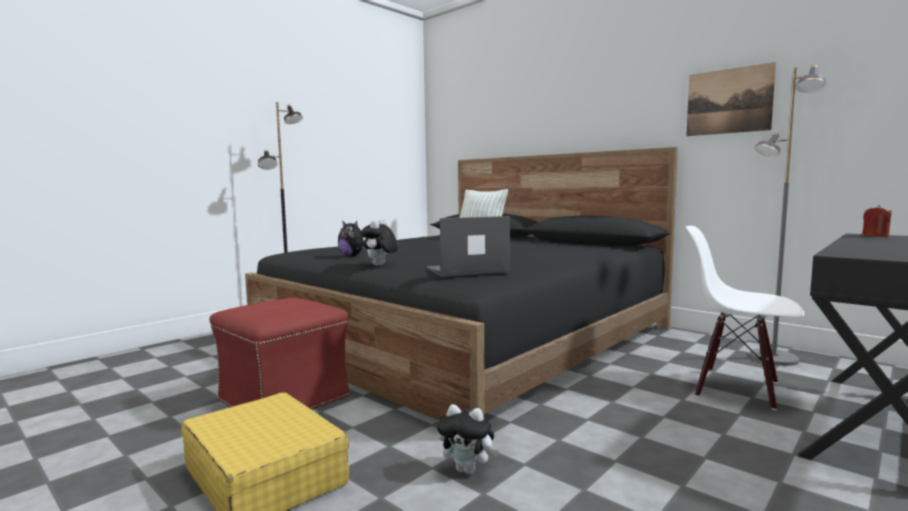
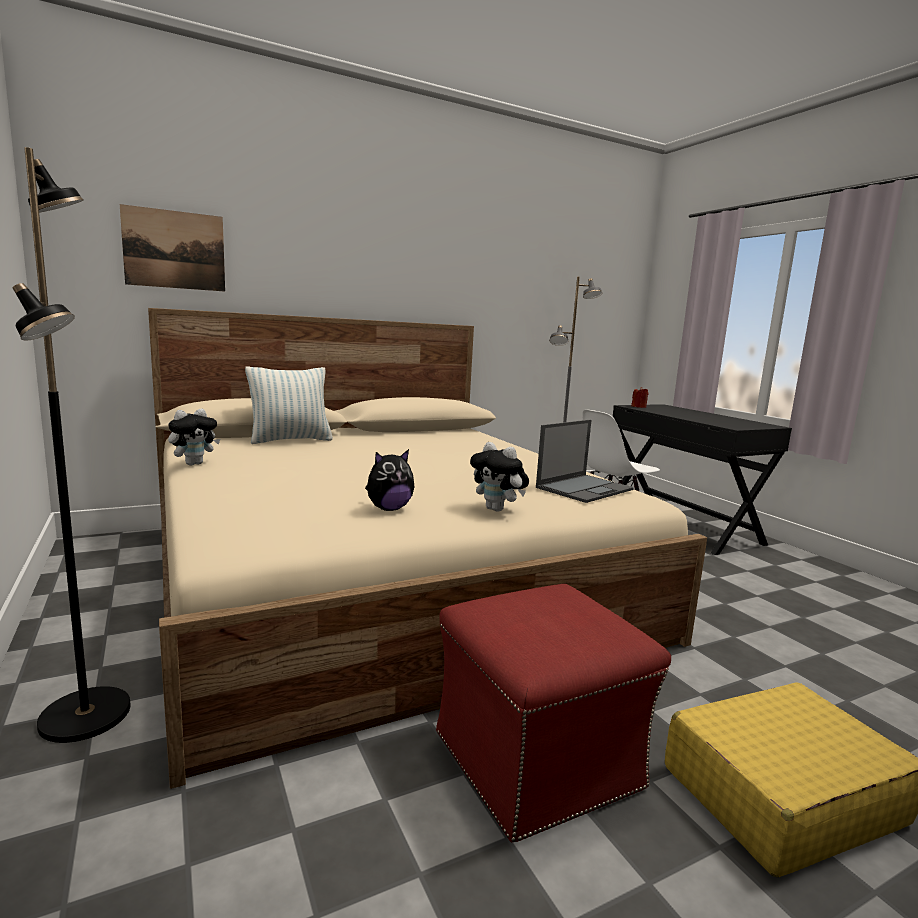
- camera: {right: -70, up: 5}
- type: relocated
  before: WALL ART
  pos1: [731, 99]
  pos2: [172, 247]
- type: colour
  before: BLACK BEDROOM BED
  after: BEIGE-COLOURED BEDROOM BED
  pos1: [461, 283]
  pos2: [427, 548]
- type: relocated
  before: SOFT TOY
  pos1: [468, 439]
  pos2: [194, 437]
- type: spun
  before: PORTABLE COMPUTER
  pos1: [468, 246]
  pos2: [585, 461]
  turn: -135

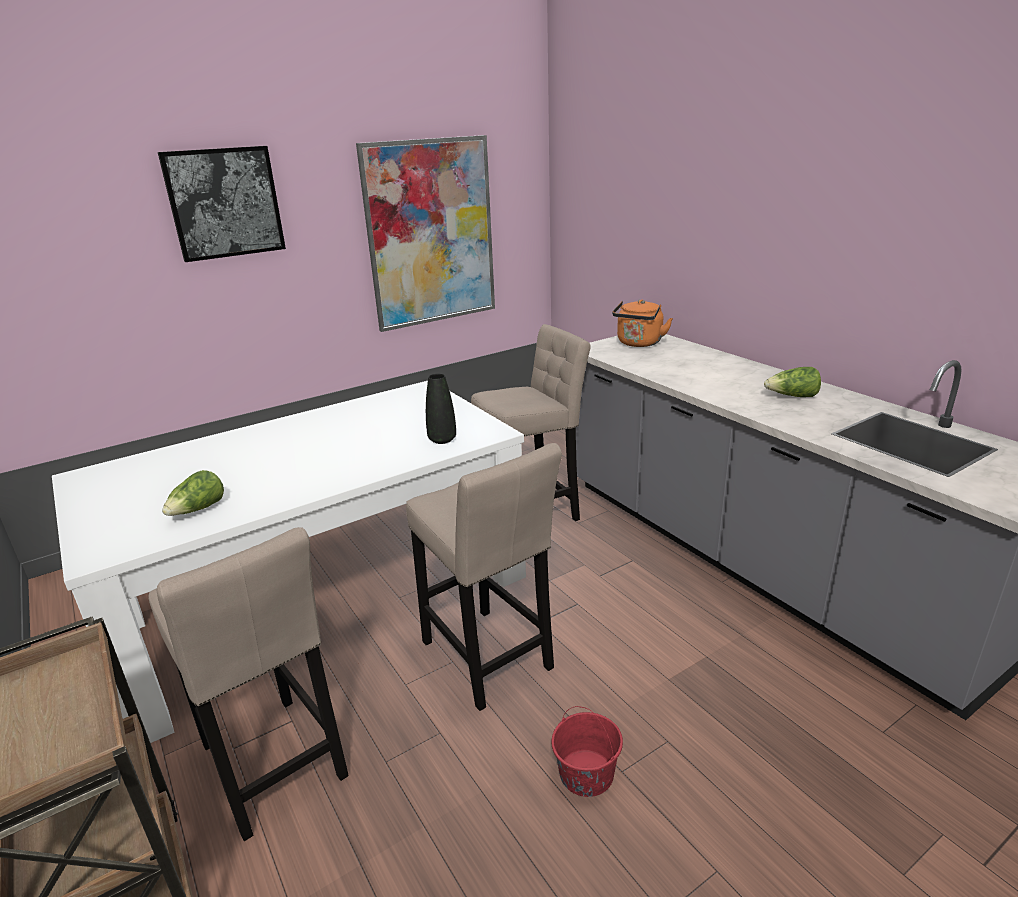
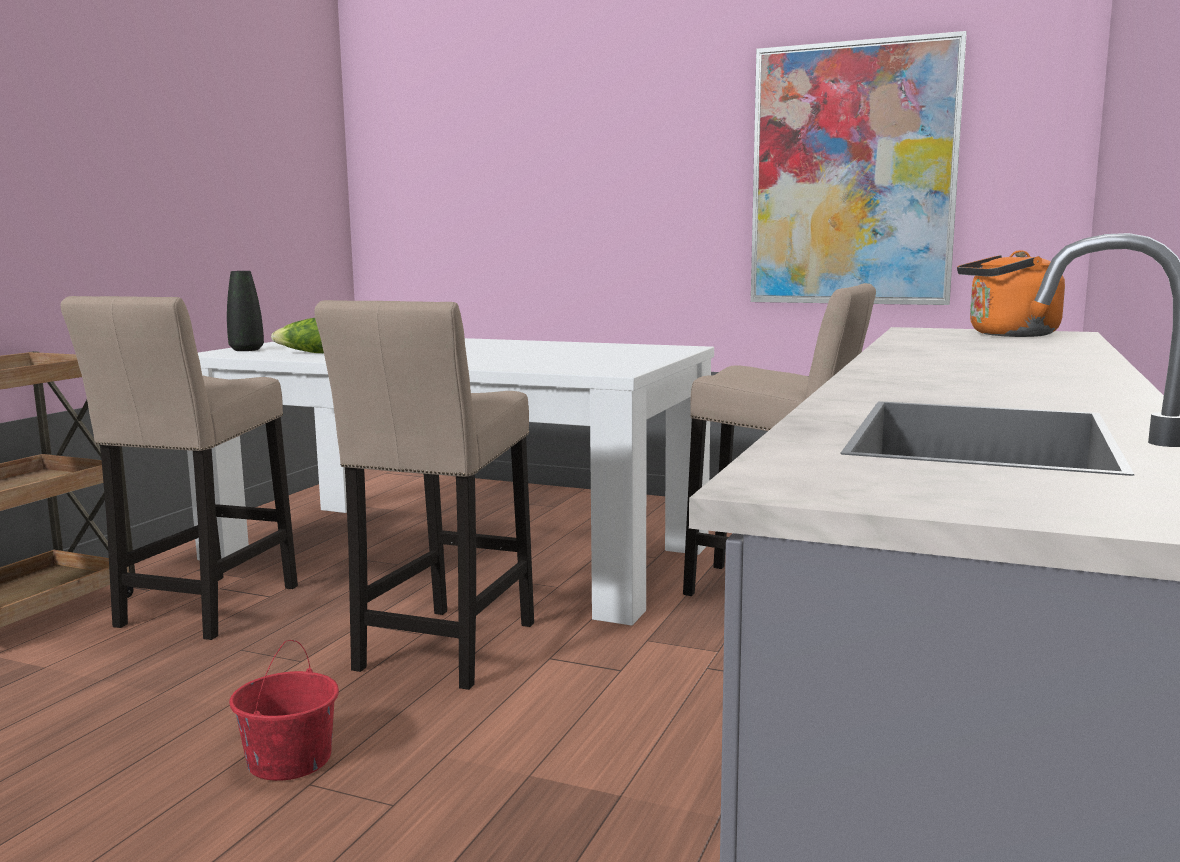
- camera: {right: 55, up: -15}
- type: relocated
  before: BLACK DECORATIVE VASE
  pos1: [441, 409]
  pos2: [245, 311]
- type: missing
  before: WALL ART
  pos1: [222, 204]
- type: missing
  before: LETTUCE HEAD
  pos1: [792, 382]

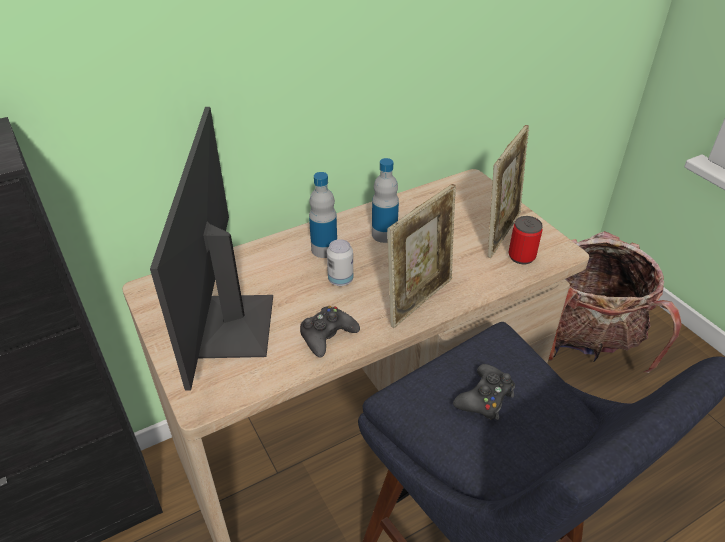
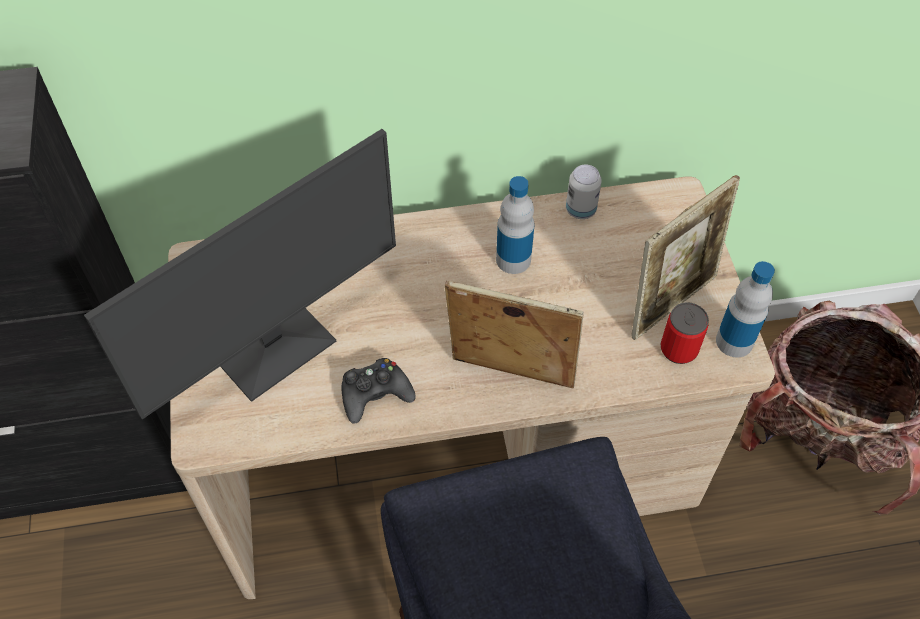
- camera: {right: 20, up: 15}
- type: spun
  before: COMPUTER SCREEN
  pos1: [211, 249]
  pos2: [240, 274]
  turn: -150
- type: spun
  before: STANDING FRAME
  pos1: [421, 256]
  pos2: [514, 334]
  turn: -135
- type: relocated
  before: CAN
  pos1: [340, 262]
  pos2: [584, 191]
- type: relocated
  before: BEVERAGE BOTTLE
  pos1: [323, 215]
  pos2: [745, 309]
- type: missing
  before: BLACK GAMEPAD
  pos1: [484, 392]

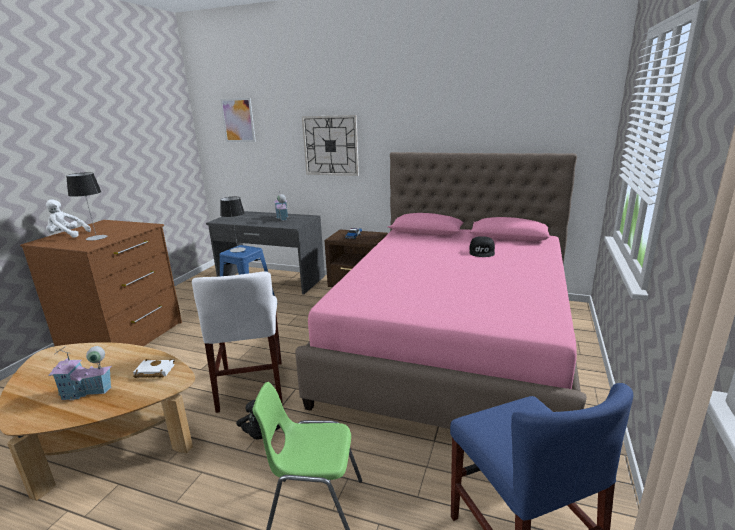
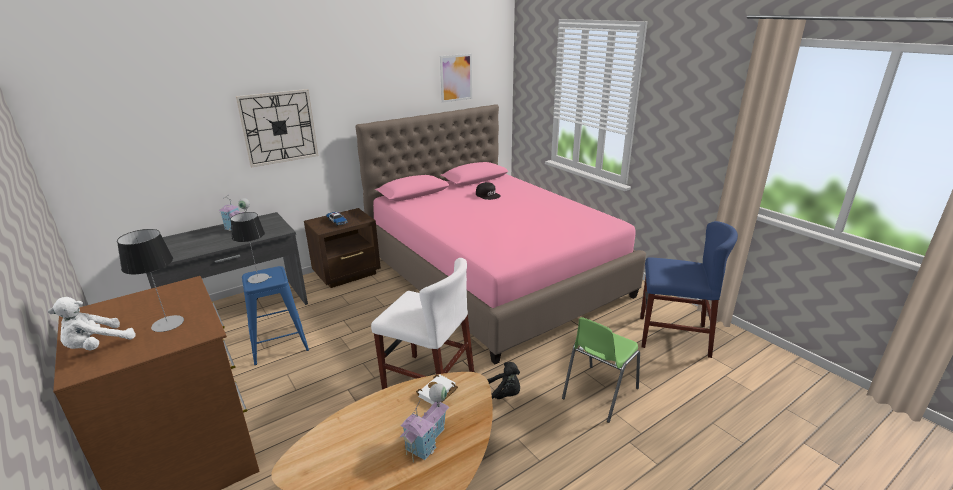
- camera: {right: -55, up: 5}
- type: relocated
  before: WALL ART
  pos1: [238, 120]
  pos2: [456, 78]

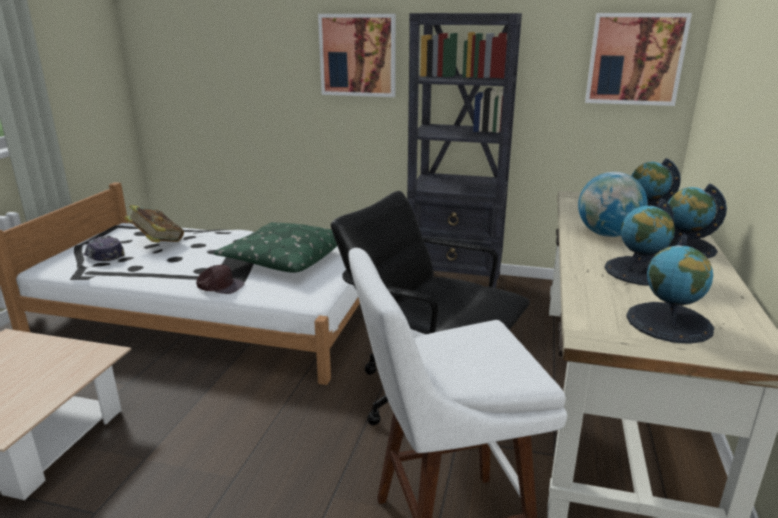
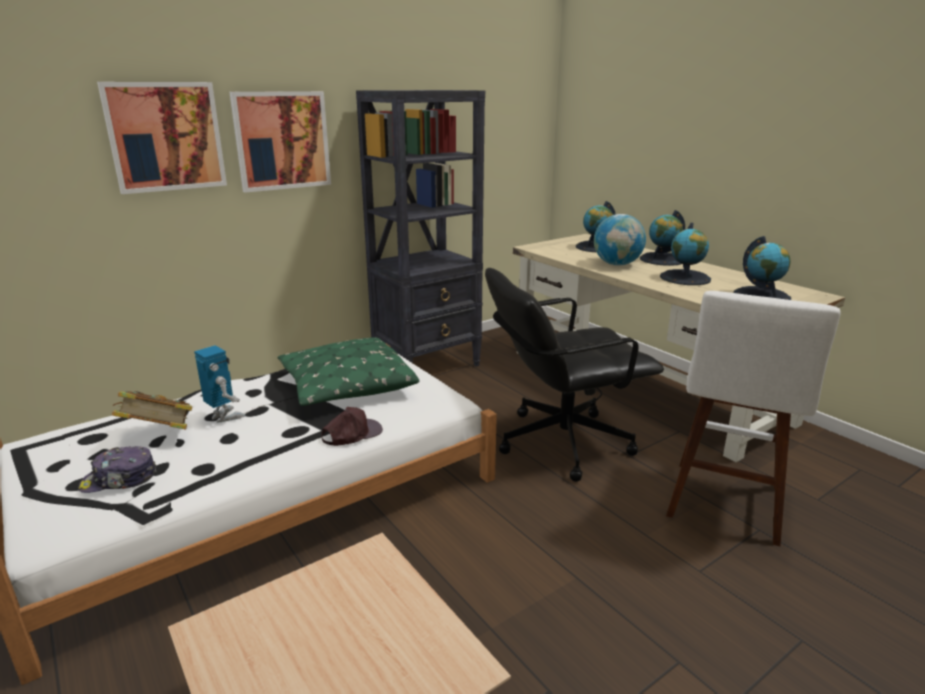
- camera: {right: -50, up: 0}
- type: relocated
  before: WALL ART
  pos1: [638, 59]
  pos2: [162, 138]
- type: appeared
  after: MODEL ROBOT
  pos2: [220, 384]

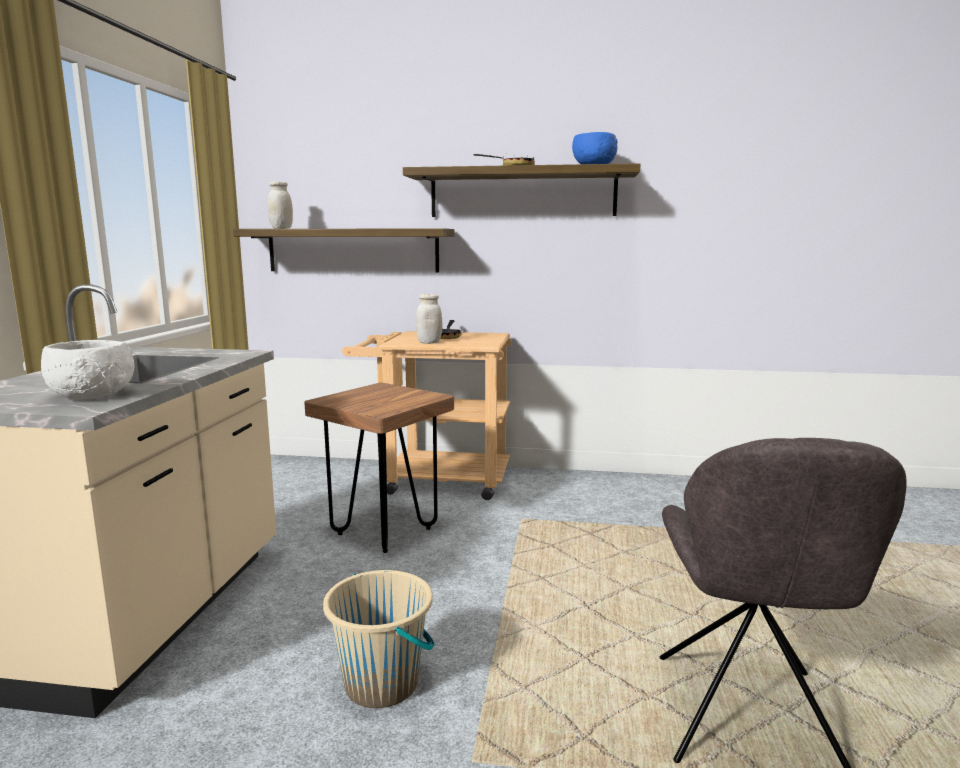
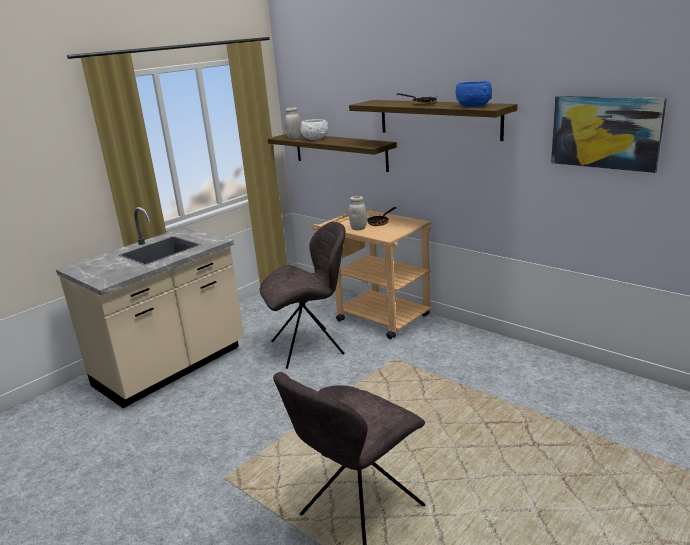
- camera: {right: 35, up: 10}
- type: exchanged
  before: BROWNISH STOOL
  after: GREY CHAIR
  pos1: [379, 468]
  pos2: [303, 295]
- type: relocated
  before: WHITISH DEEP DISH
  pos1: [88, 369]
  pos2: [314, 129]
- type: appeared
  after: WALL ART
  pos2: [609, 134]
- type: missing
  before: BEIGE-COLOURED WATER BUCKET
  pos1: [379, 639]

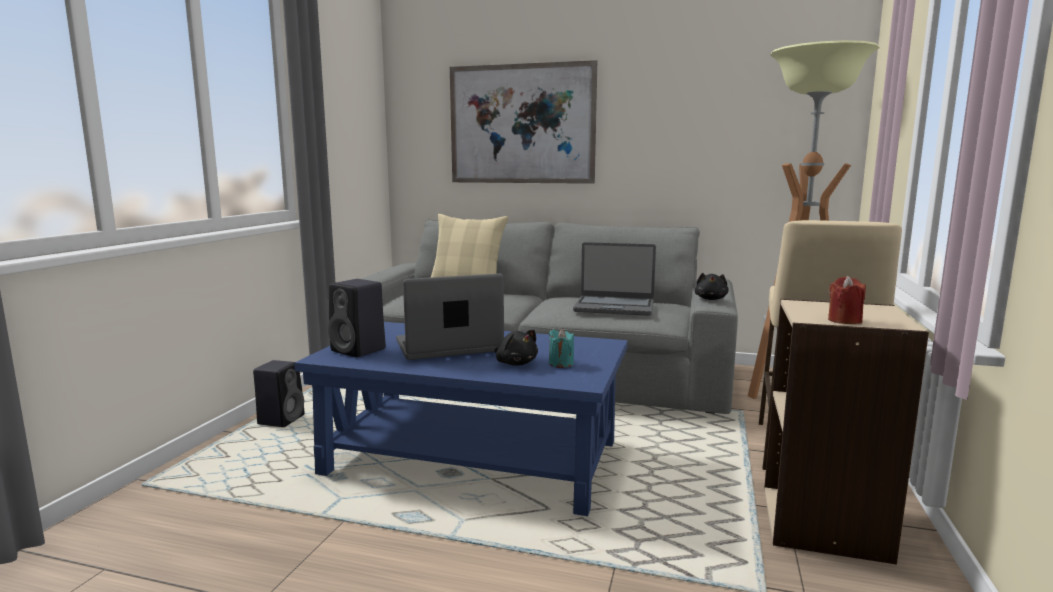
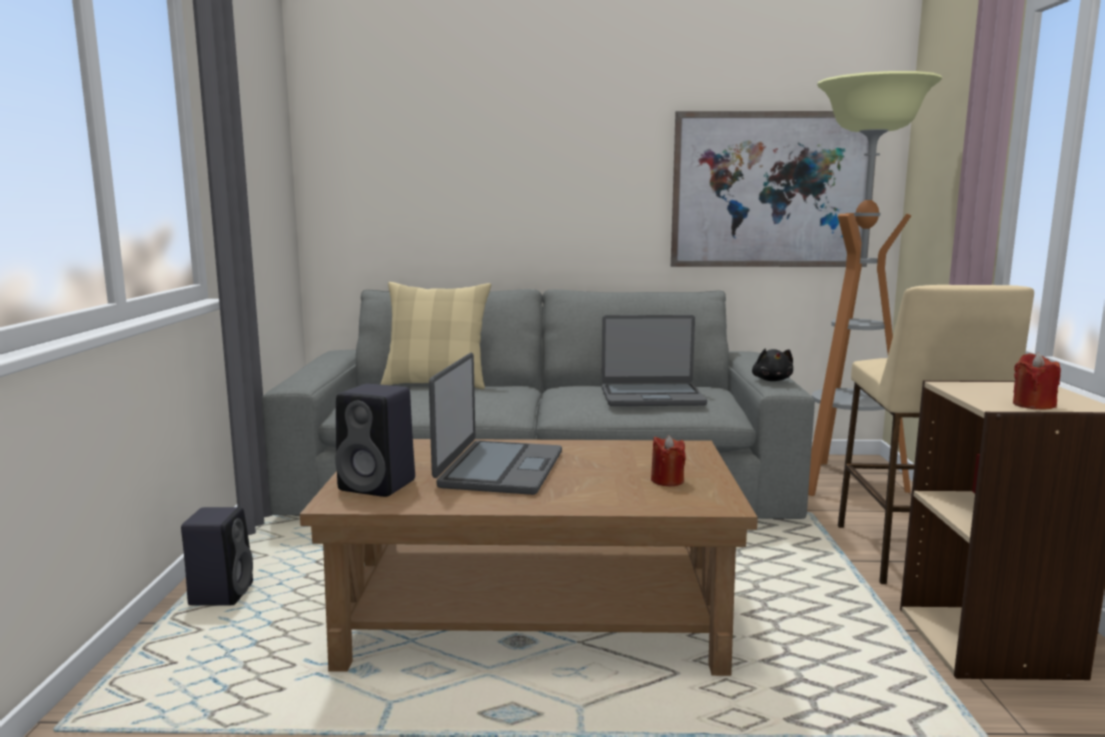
- camera: {right: -15, up: 0}
- type: colour
  before: BLUE-COLOURED LOUNGE TABLE
  after: BROWNISH LOUNGE TABLE
  pos1: [461, 419]
  pos2: [529, 557]
- type: spun
  before: PORTABLE COMPUTER
  pos1: [450, 317]
  pos2: [495, 424]
  turn: 135
- type: colour
  before: BLUE-GREEN WAX LIGHT
  after: RED-COLOURED WAX LIGHT
  pos1: [561, 348]
  pos2: [668, 460]
- type: relocated
  before: WALL ART
  pos1: [523, 122]
  pos2: [773, 189]
- type: missing
  before: BLACK SOFT TOY
  pos1: [516, 347]

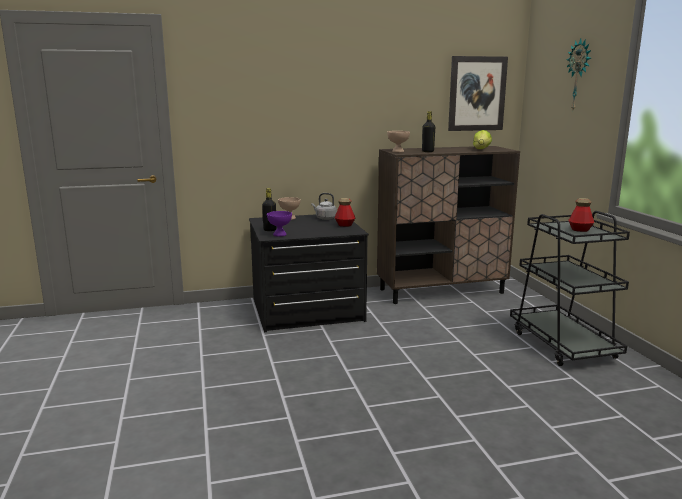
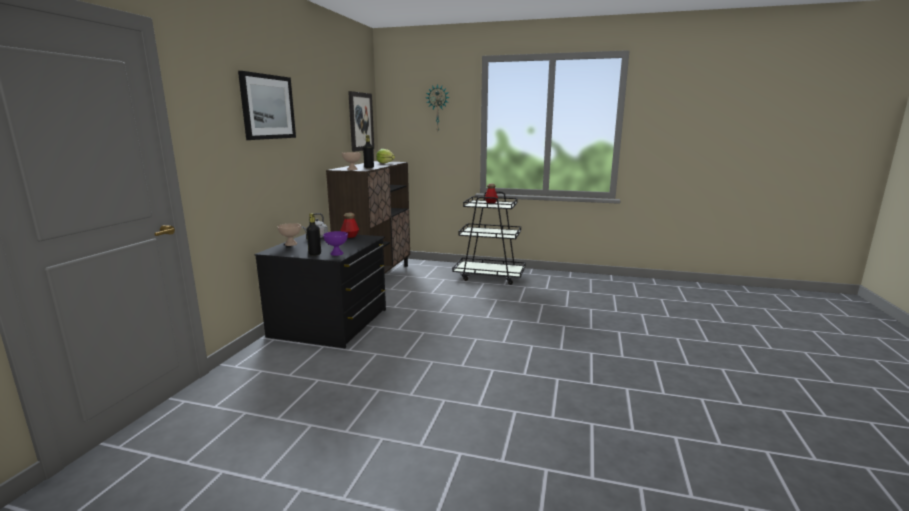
- camera: {right: -60, up: 0}
- type: appeared
  after: WALL ART
  pos2: [267, 105]

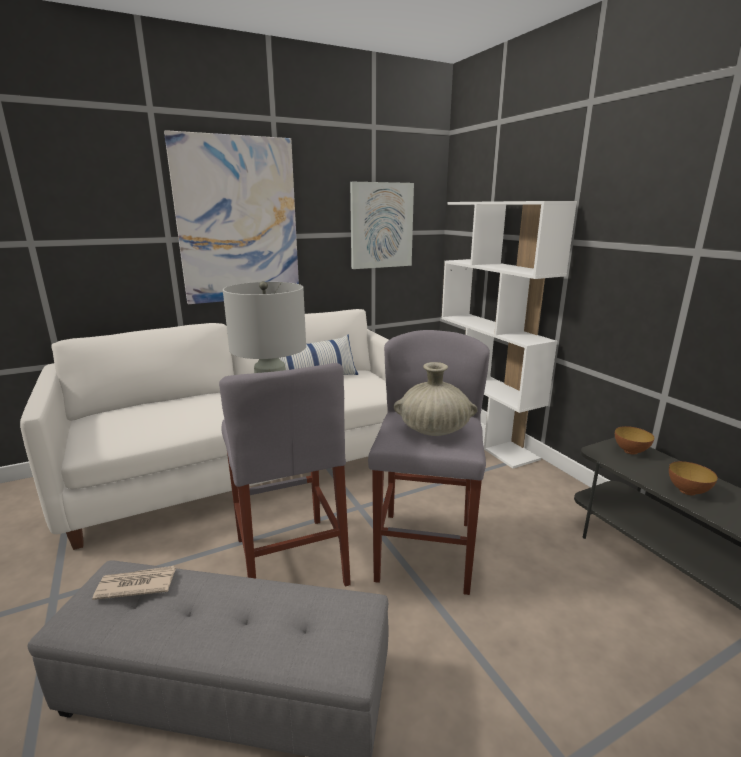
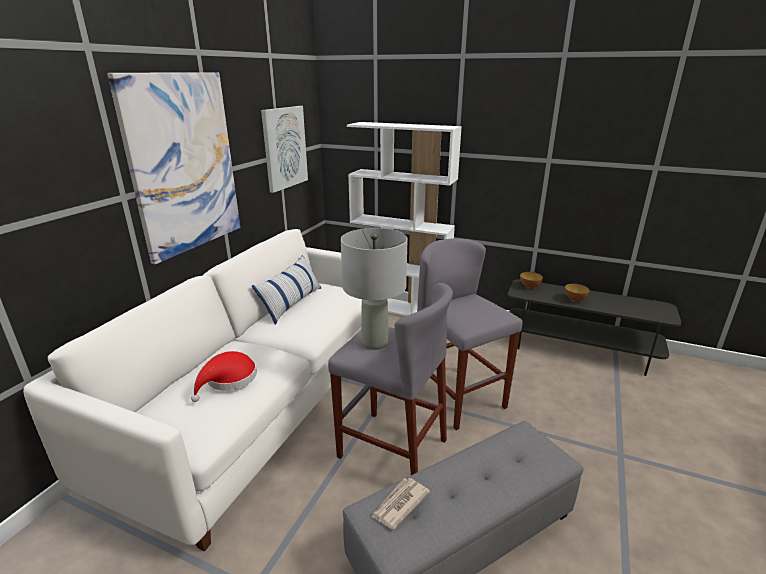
- camera: {right: -40, up: 5}
- type: appeared
  after: RED-COLOURED HAT
  pos2: [224, 376]
- type: missing
  before: BEIGE-COLOURED DECORATIVE VASE
  pos1: [436, 399]

